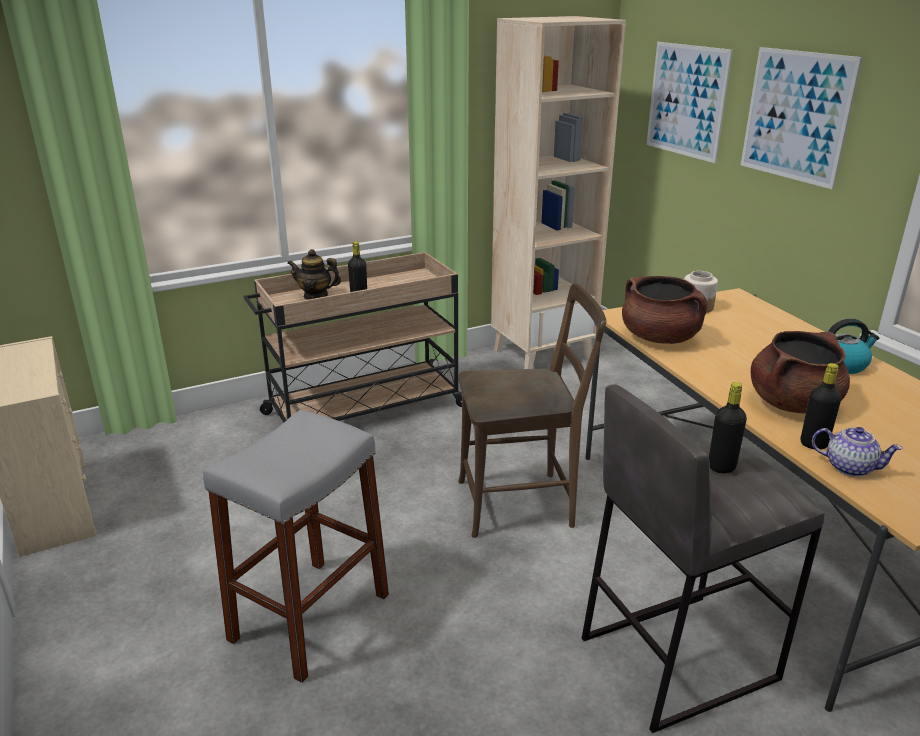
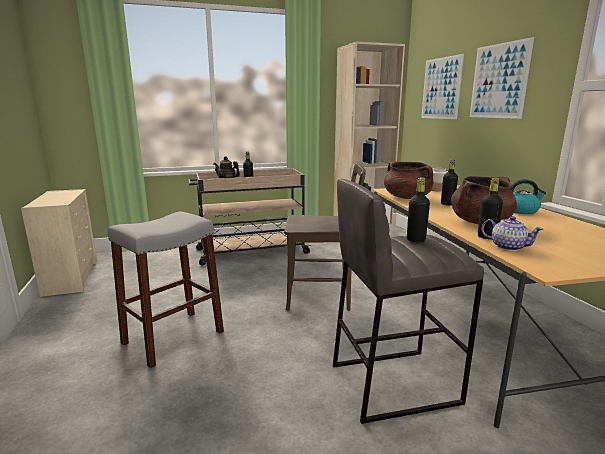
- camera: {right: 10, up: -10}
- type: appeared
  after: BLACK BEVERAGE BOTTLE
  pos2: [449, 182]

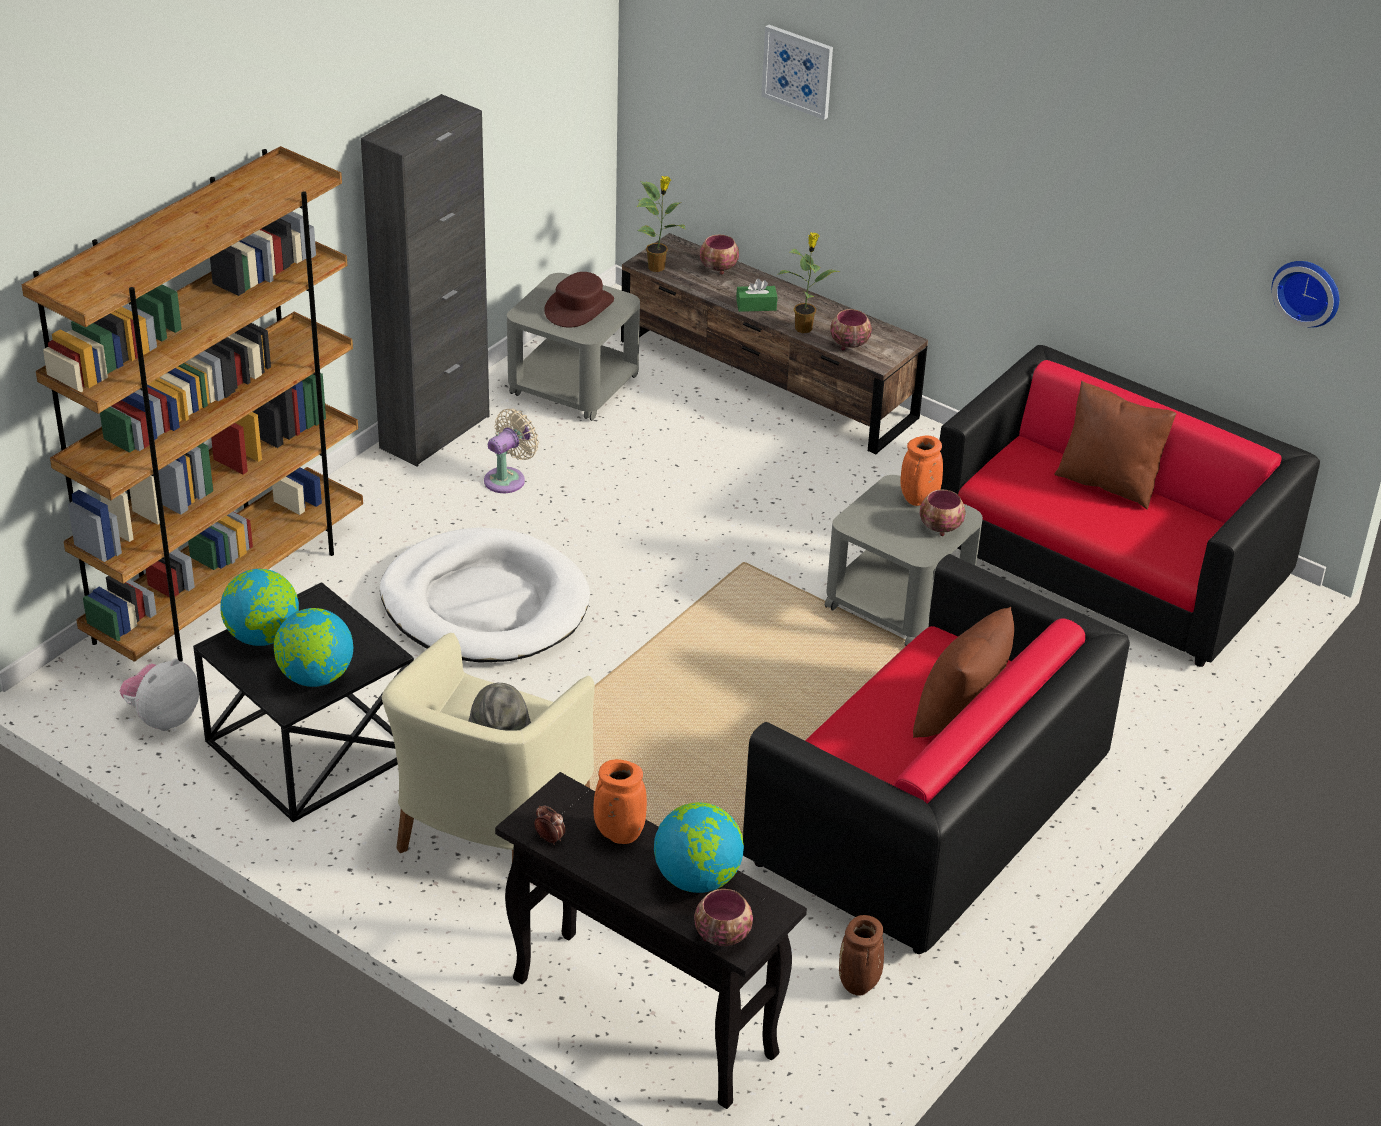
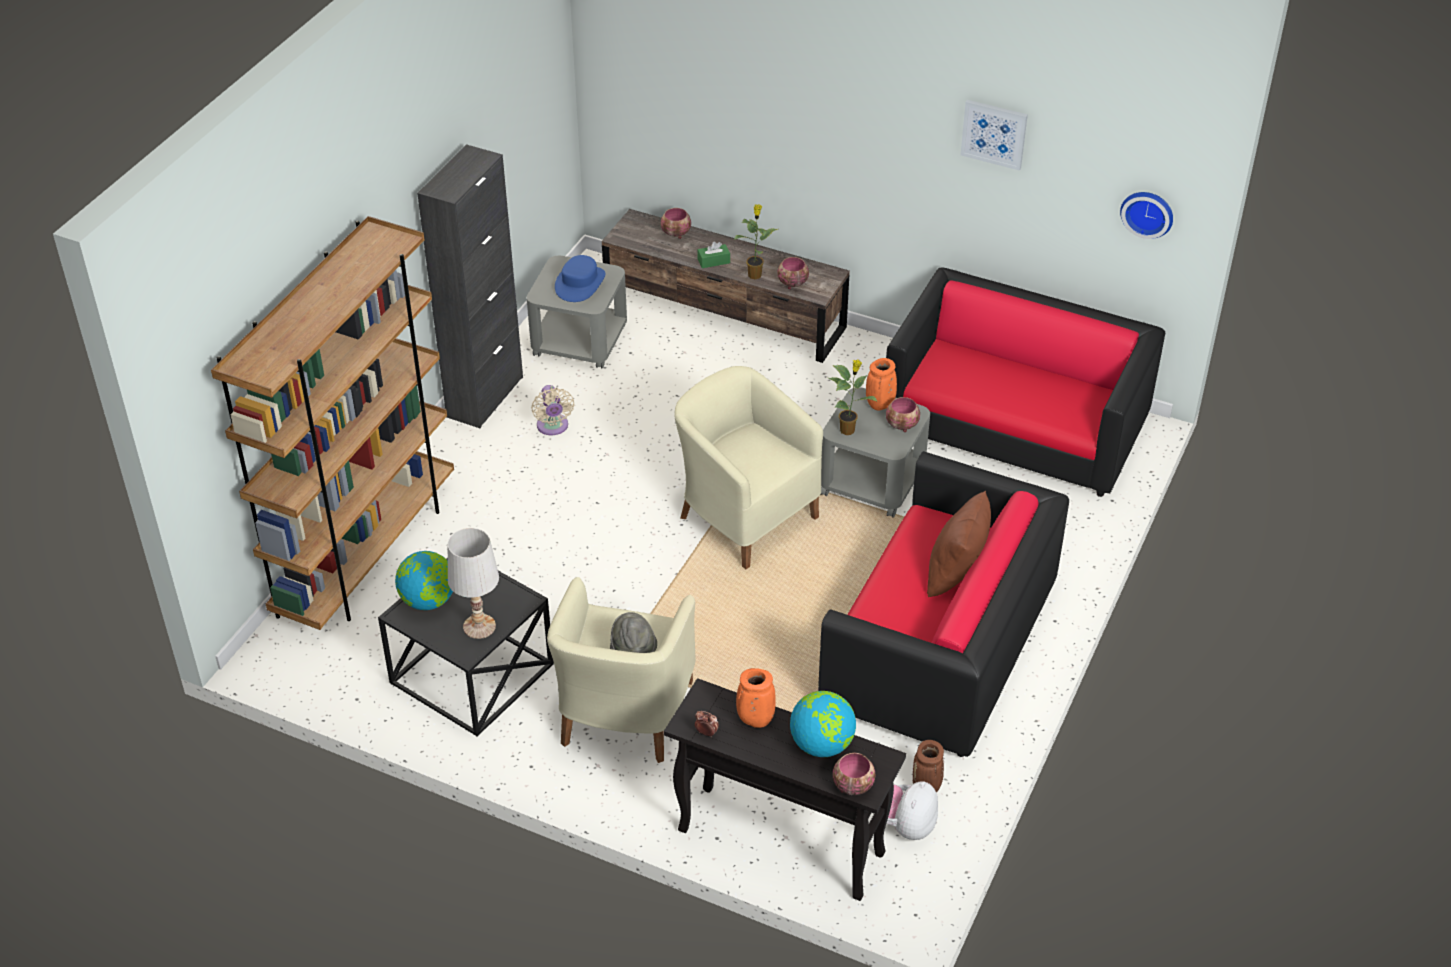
- camera: {right: -10, up: 5}
- type: exchanged
  before: WORLD GLOBE
  after: WHITISH TABLE LAMP
  pos1: [313, 647]
  pos2: [473, 583]
- type: spun
  before: BEIGE-COLOURED COOLING FAN
  pos1: [511, 451]
  pos2: [553, 410]
  turn: 135
- type: colour
  before: BROWNISH HAT
  after: BLUE-COLOURED HAT
  pos1: [579, 299]
  pos2: [580, 278]
- type: appeared
  after: BEIGE-COLOURED ARMCHAIR
  pos2: [749, 467]
- type: relocated
  before: POTTED PLANT
  pos1: [661, 224]
  pos2: [853, 397]
- type: relocated
  before: SOFT TOY
  pos1: [159, 694]
  pos2: [912, 810]
- type: relocated
  before: WALL ART
  pos1: [797, 72]
  pos2: [994, 135]
- type: missing
  before: WHITISH DOG CUSHION
  pos1: [485, 595]
- type: missing
  before: BROWNISH CUSHION
  pos1: [1115, 445]

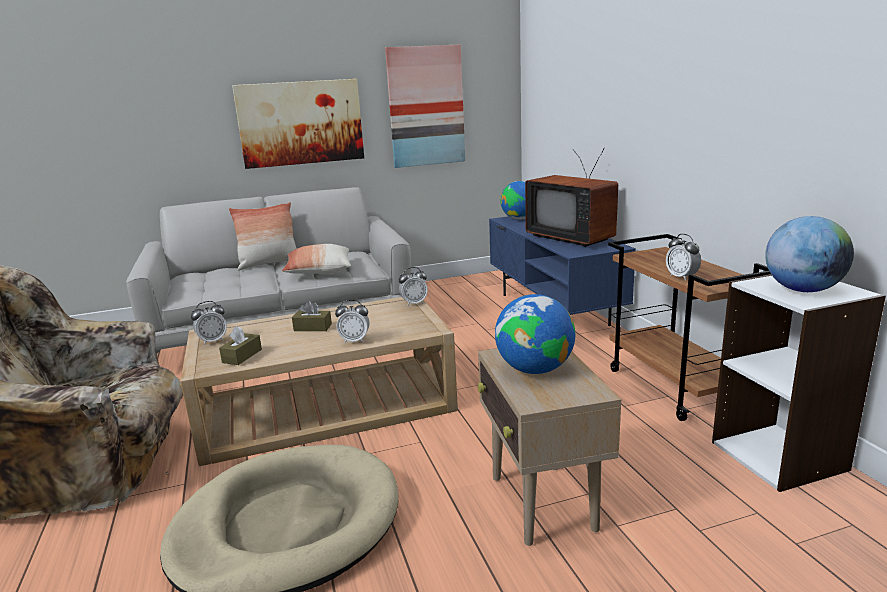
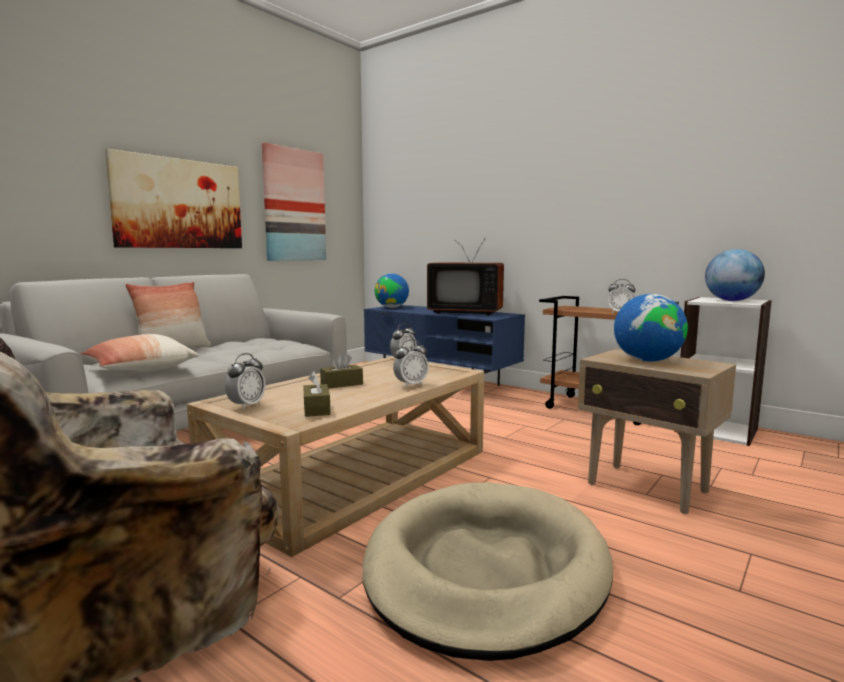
- camera: {right: -35, up: -10}
- type: relocated
  before: CUSHION
  pos1: [316, 259]
  pos2: [140, 352]

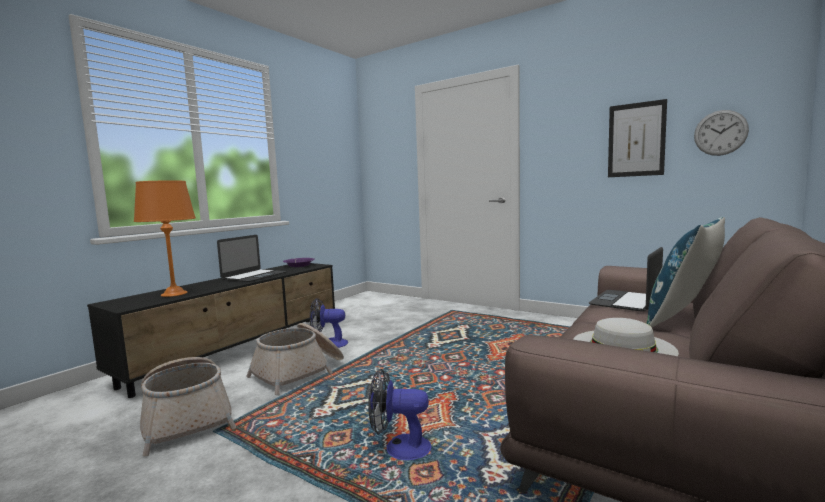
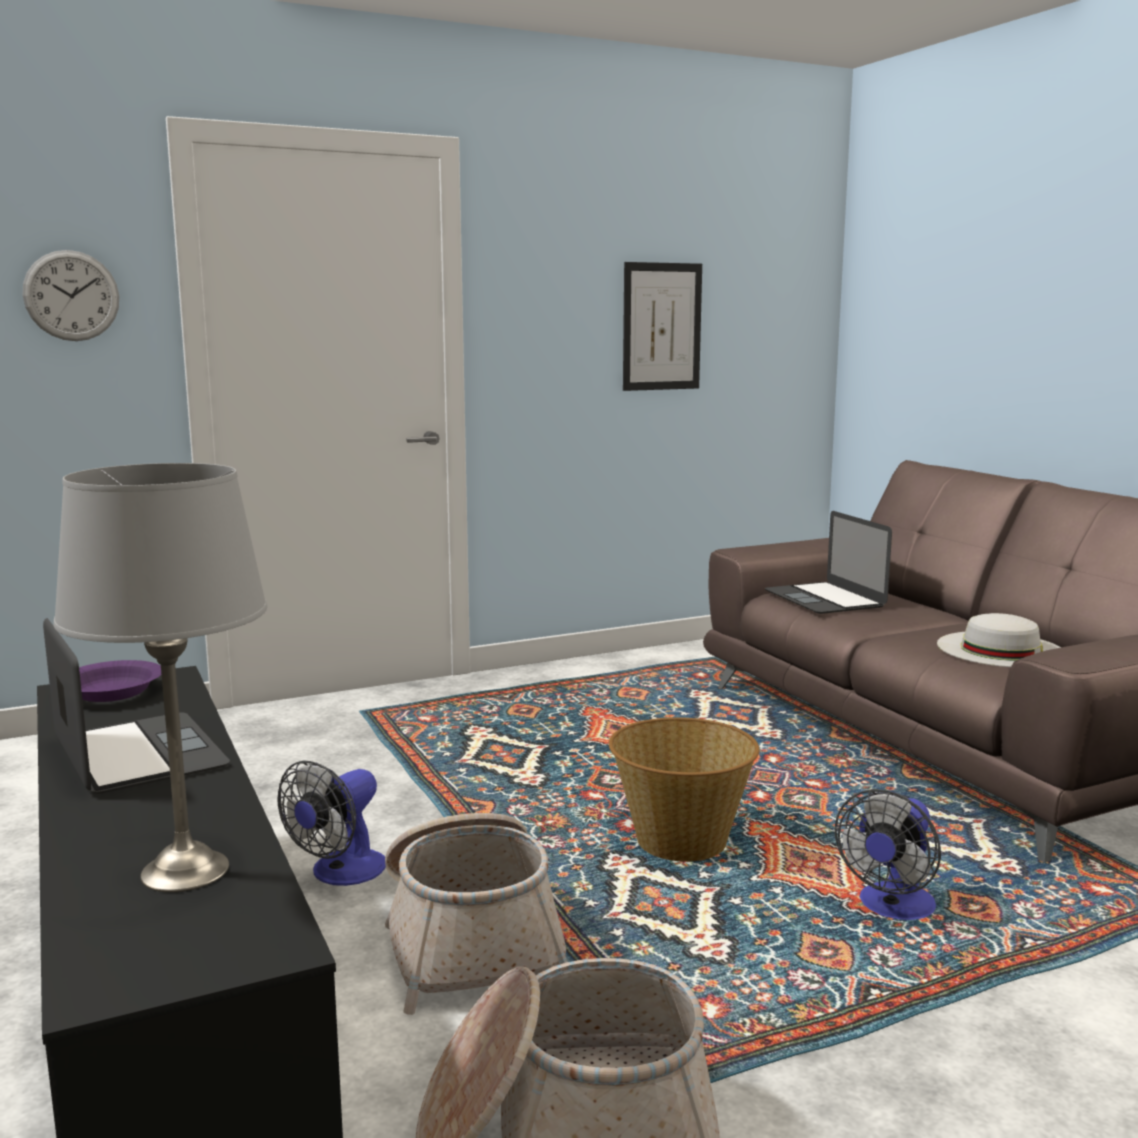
- camera: {right: -60, up: 5}
- type: relocated
  before: HANGING CLOCK
  pos1: [721, 133]
  pos2: [71, 295]
- type: colour
  before: ORANGE-COLOURED TABLE LAMP
  after: GREY TABLE LAMP
  pos1: [165, 238]
  pos2: [160, 677]
- type: appeared
  after: BASKET
  pos2: [684, 789]
- type: missing
  before: BLUE-COLOURED CUSHION
  pos1: [685, 272]

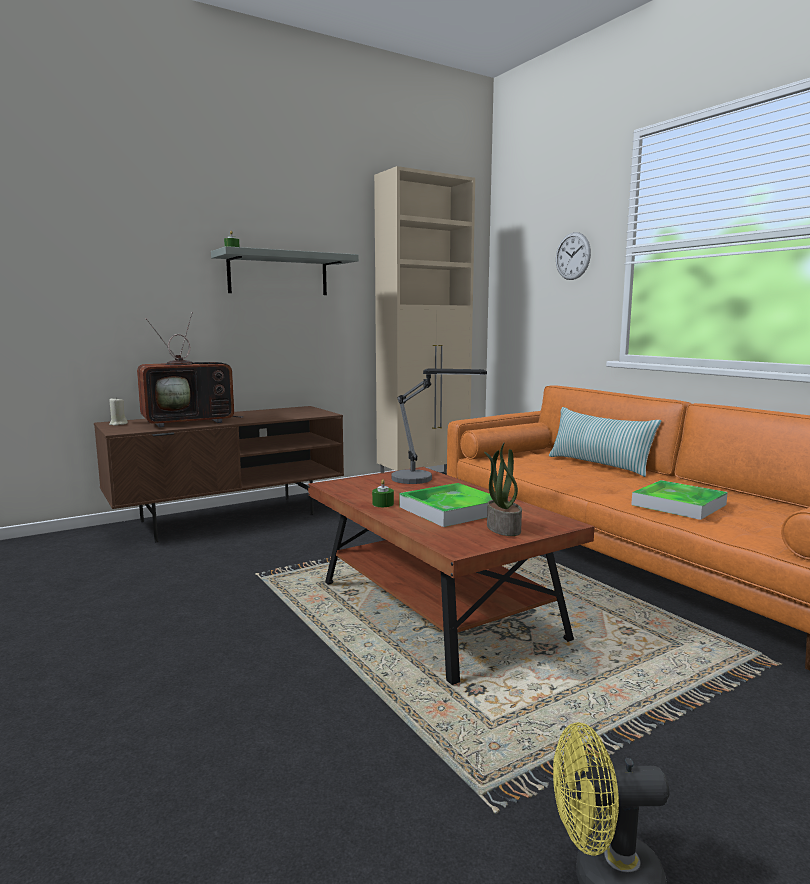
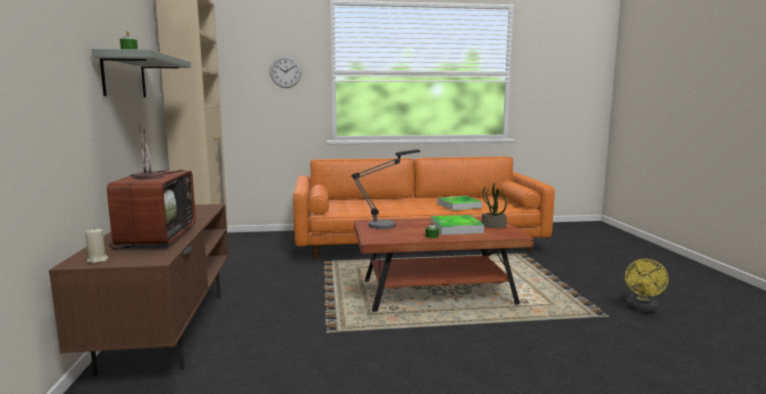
- camera: {right: -65, up: 0}
- type: missing
  before: CUSHION
  pos1: [605, 442]

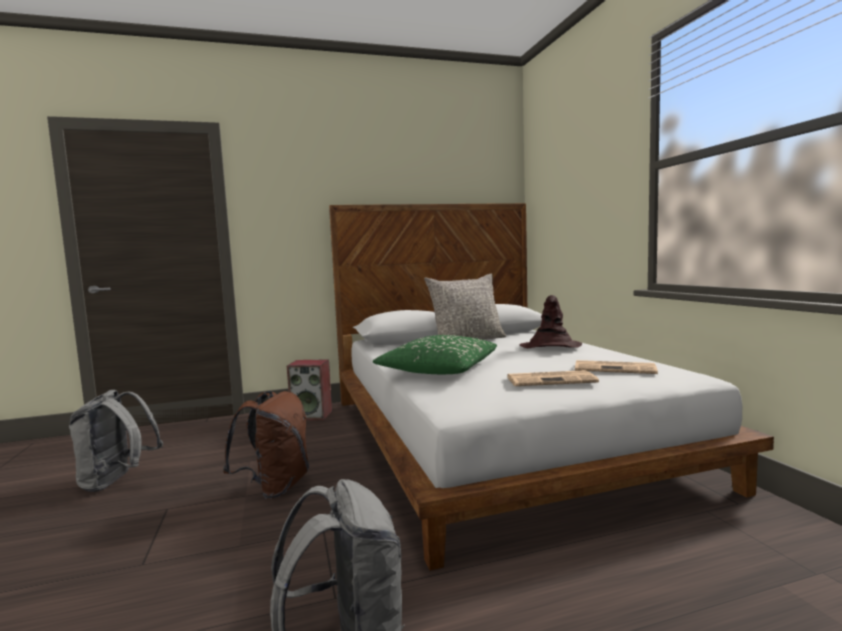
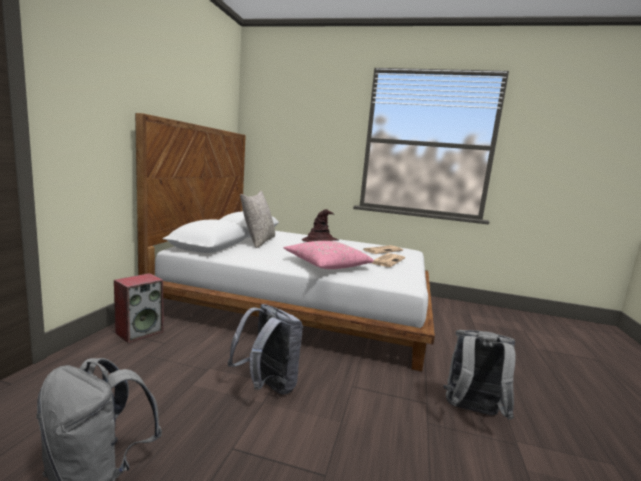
- camera: {right: -60, up: 5}
- type: colour
  before: BROWNISH RUCKSACK
  after: GREY RUCKSACK
  pos1: [266, 445]
  pos2: [265, 349]
- type: colour
  before: GREEN CUSHION
  after: PINK-COLOURED CUSHION
  pos1: [435, 354]
  pos2: [329, 255]

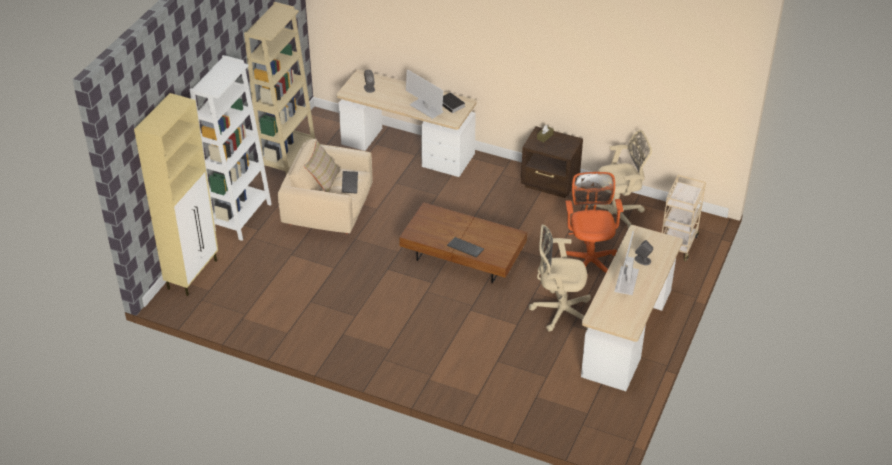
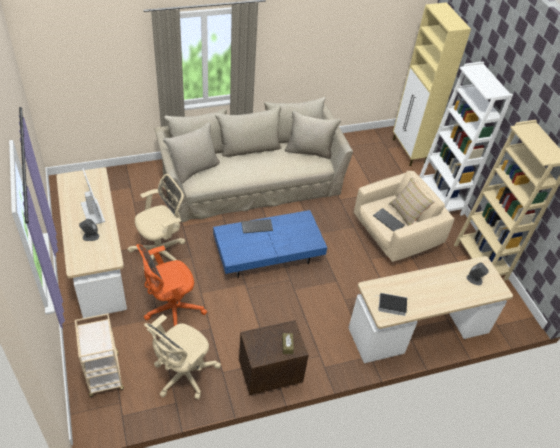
- camera: {right: 135, up: 5}
- type: spun
  before: ORANGE-COLOURED COMPUTER CHAIR
  pos1: [594, 222]
  pos2: [171, 285]
  turn: 105
- type: appeared
  after: BEIGE-COLOURED COUCH
  pos2: [254, 159]
- type: colour
  before: BROWNISH LOUNGE TABLE
  after: BLUE-COLOURED LOUNGE TABLE
  pos1: [463, 243]
  pos2: [270, 244]
- type: missing
  before: COMPUTER SCREEN
  pos1: [425, 94]

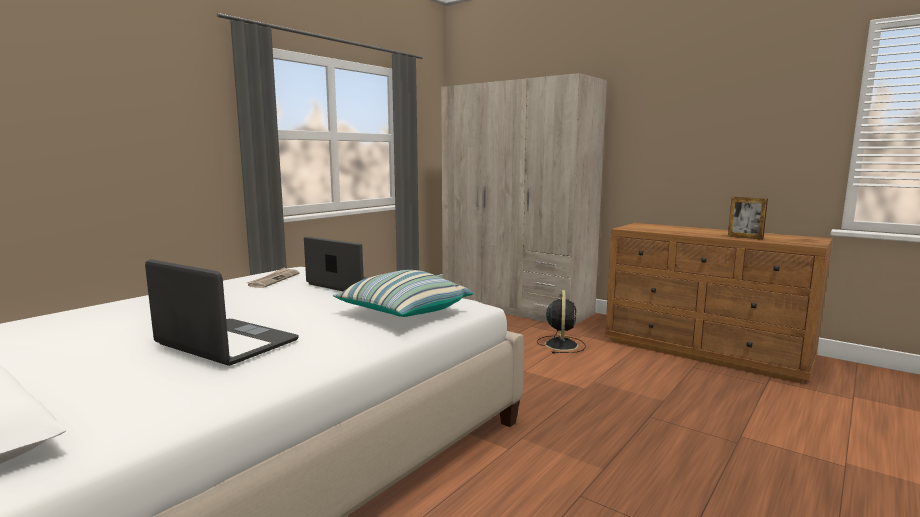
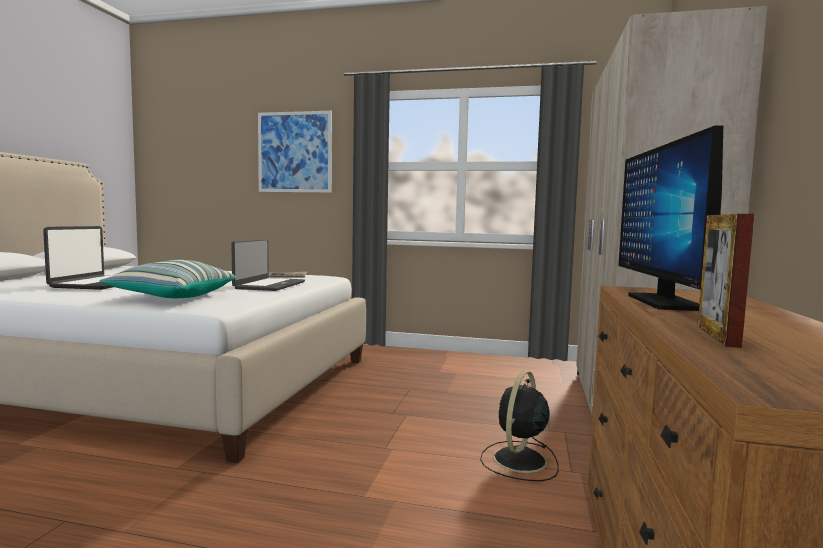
- camera: {right: 65, up: -5}
- type: appeared
  after: WALL ART
  pos2: [295, 152]
- type: spun
  before: BLACK COOLING FAN
  pos1: [561, 321]
  pos2: [519, 426]
  turn: 135
- type: appeared
  after: COMPUTER SCREEN
  pos2: [670, 218]

